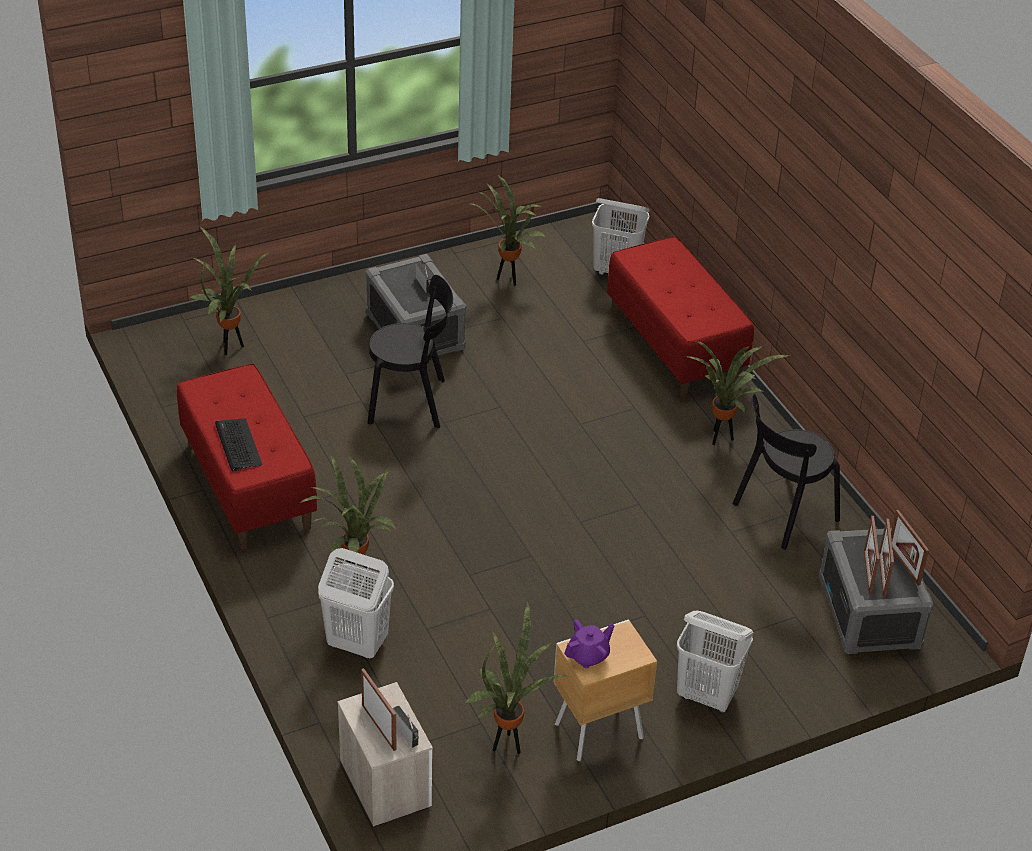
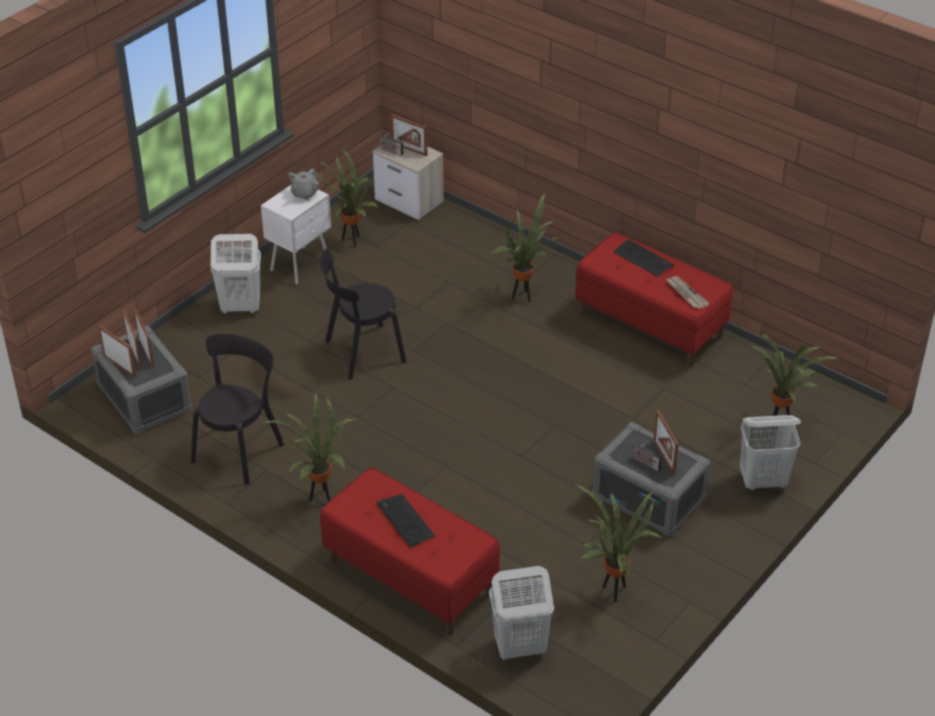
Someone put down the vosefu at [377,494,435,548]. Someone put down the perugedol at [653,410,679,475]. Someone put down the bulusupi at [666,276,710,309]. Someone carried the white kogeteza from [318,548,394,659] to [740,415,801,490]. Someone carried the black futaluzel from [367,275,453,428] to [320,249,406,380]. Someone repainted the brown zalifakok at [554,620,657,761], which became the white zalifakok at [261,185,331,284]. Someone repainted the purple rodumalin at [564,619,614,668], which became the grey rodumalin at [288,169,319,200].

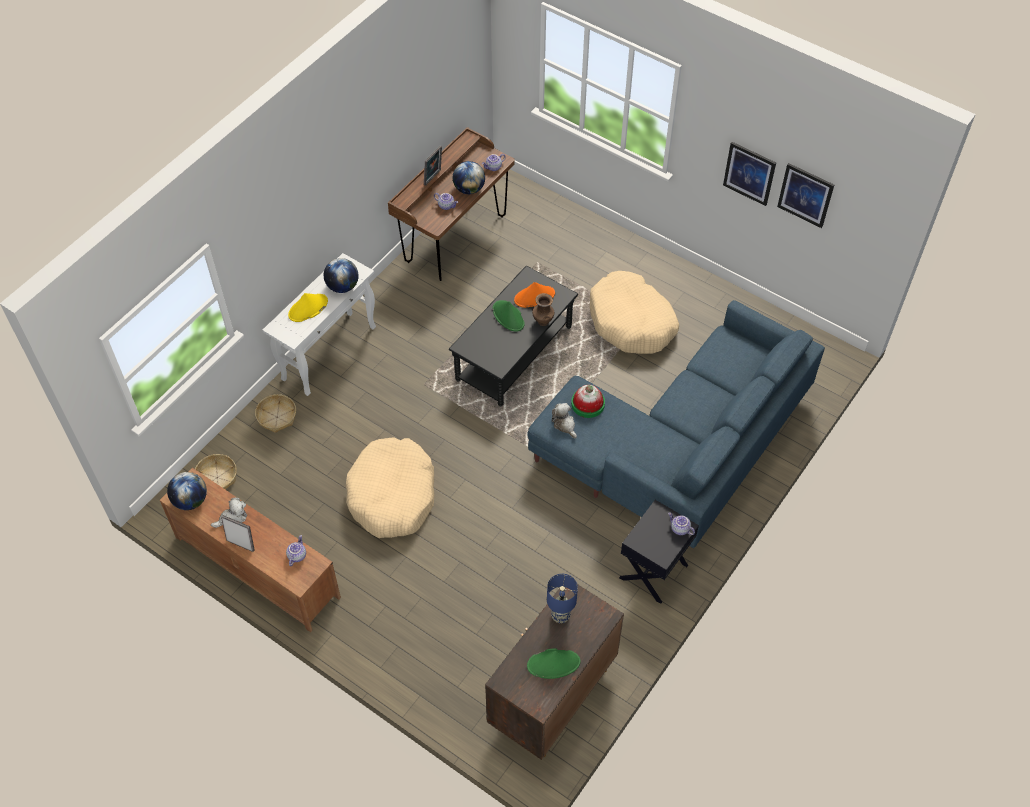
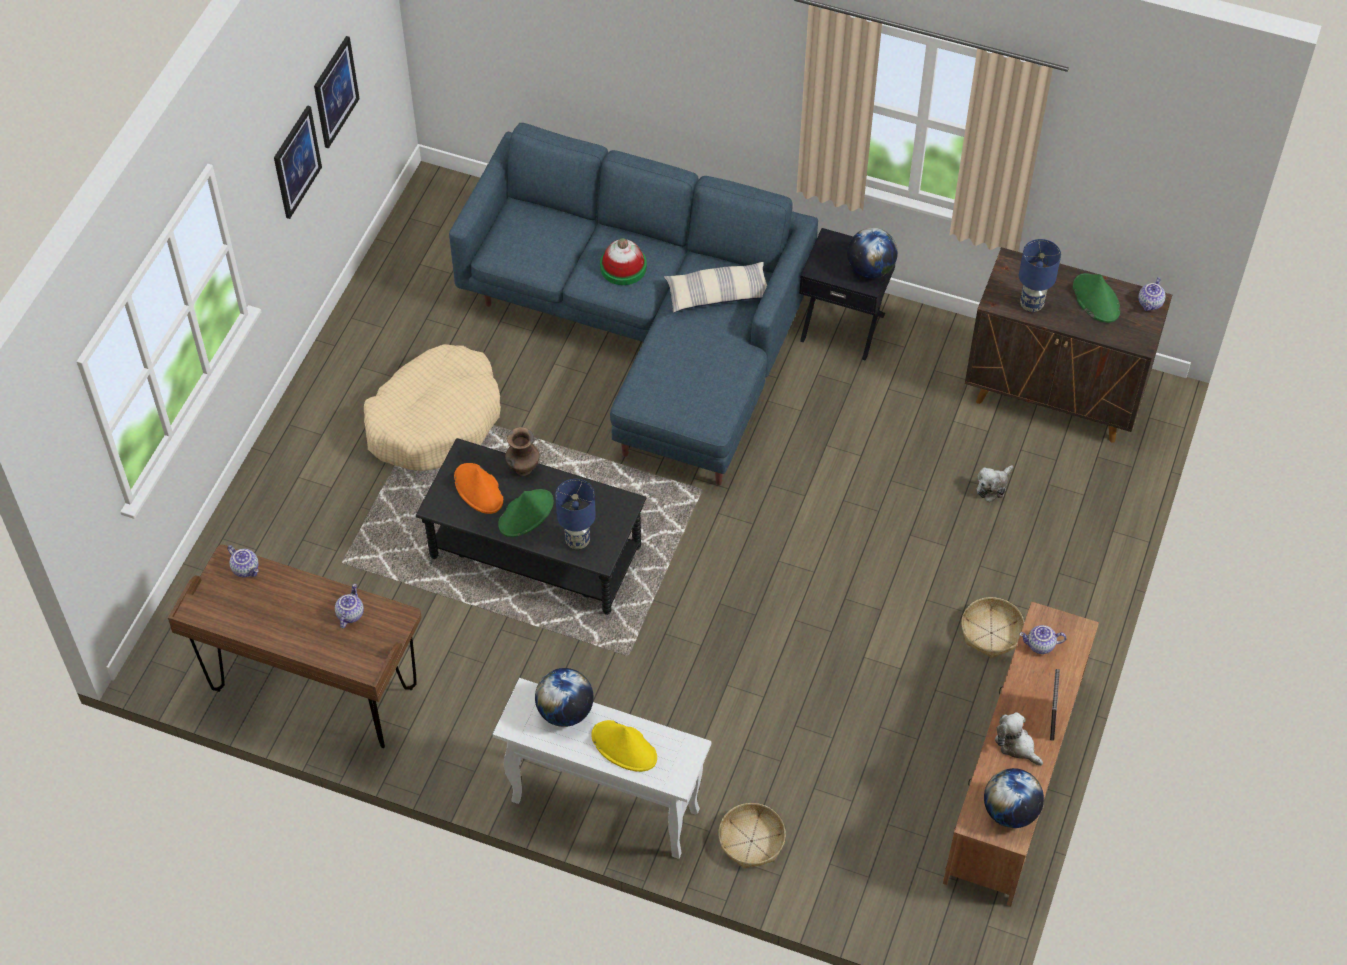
Someone took away the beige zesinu at [346,437,435,538]. Someone took away the perugedol at [424,145,442,186]. Someone put down the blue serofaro at [555,479,596,549]. Someone put down the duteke at [664,262,767,313]. Someone carried the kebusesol from [195,454,237,489] to [961,597,1024,658]. Someone carried the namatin from [453,161,485,194] to [847,228,898,278]. Someone carried the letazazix from [552,403,577,438] to [977,465,1013,502]. Someone carried the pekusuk from [571,385,605,418] to [600,238,647,285]. Someone carried the rodumalin from [668,512,695,535] to [1138,277,1166,311].

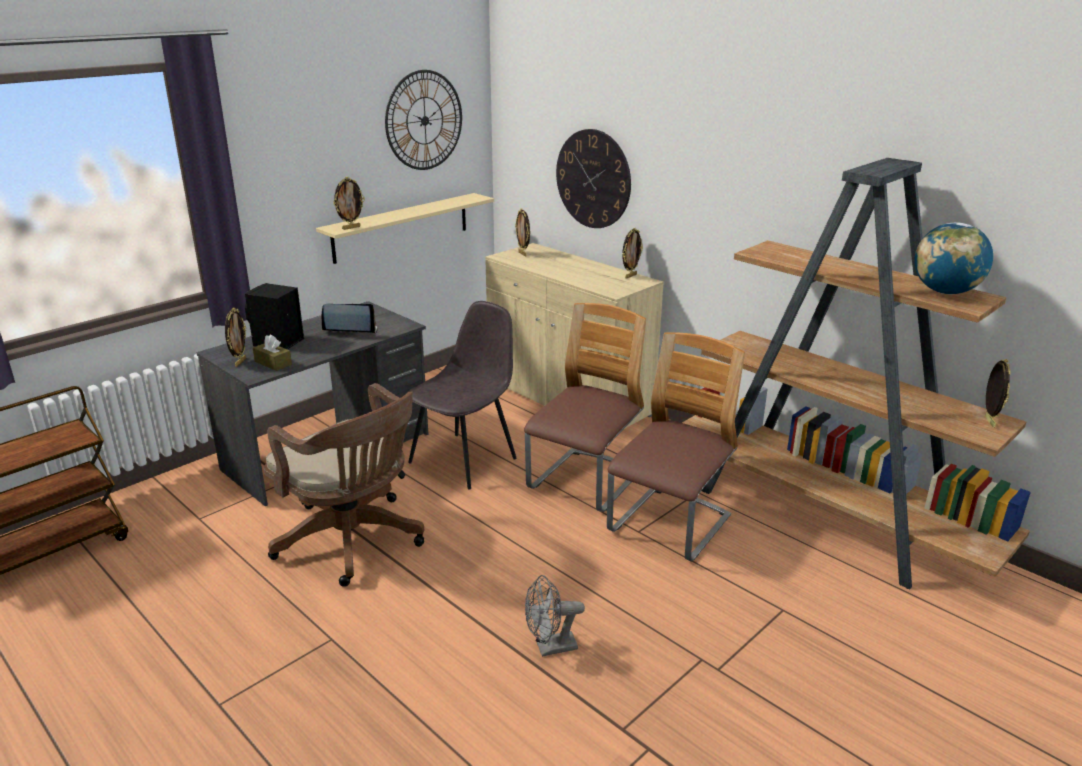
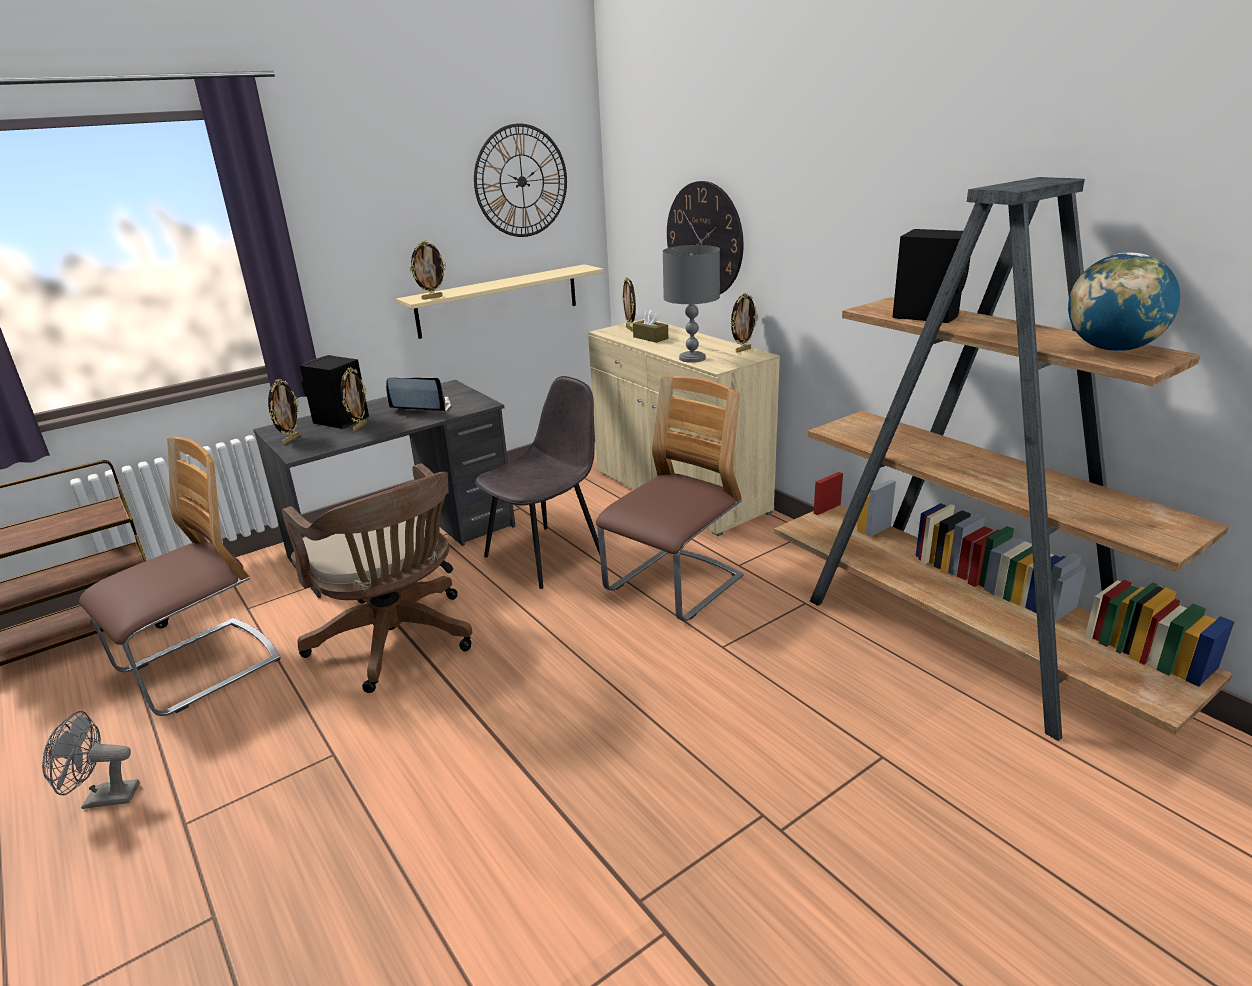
Someone put down the grey serofaro at [663,245,720,363]. Someone put down the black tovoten at [892,229,970,323]. Someone carried the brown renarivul from [253,335,292,371] to [633,310,668,343]. Someone carried the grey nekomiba from [525,575,585,657] to [42,711,140,809]. Someone carried the futaluzel from [607,332,745,562] to [79,437,281,716]. Someone carried the perugedol from [985,359,1011,428] to [341,367,367,431].

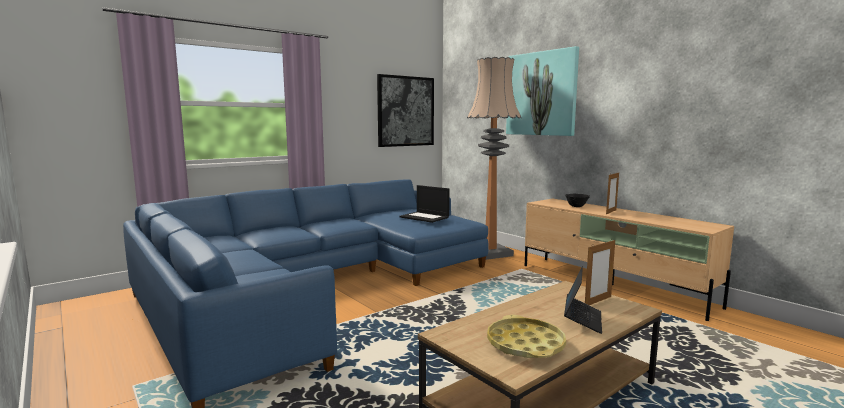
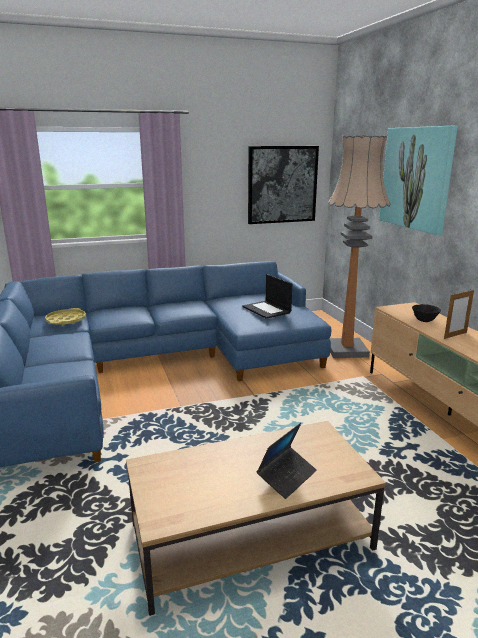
Someone took away the perugedol at [585,239,615,305]. Someone carried the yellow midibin from [487,315,566,358] to [45,308,86,325].

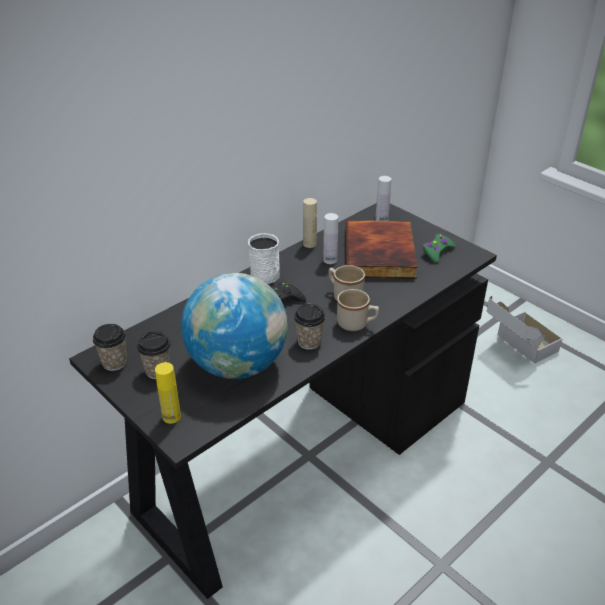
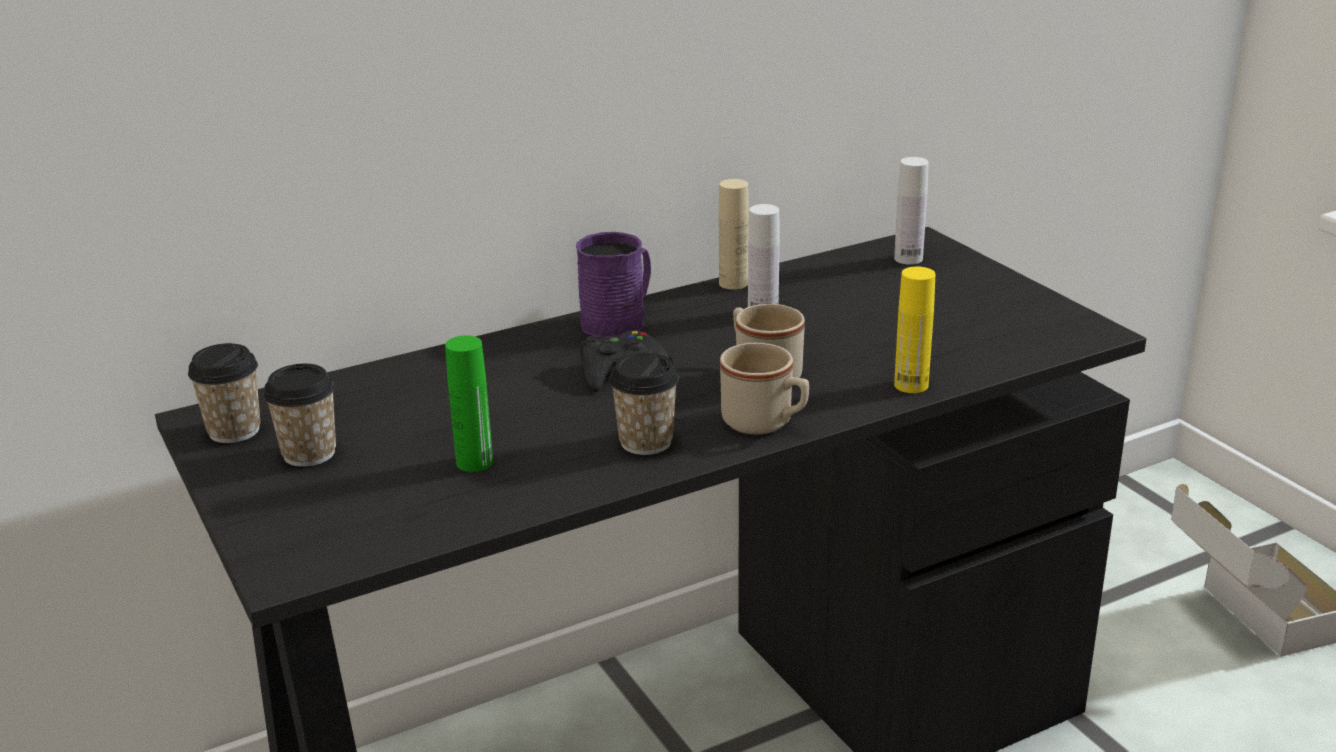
Someone took away the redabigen at [345,220,417,279]. Someone took away the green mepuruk at [422,234,456,263]. Someone carried the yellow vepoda from [155,362,181,424] to [894,266,935,393]. Someone swapped the namatin at [181,273,288,379] for the green vepoda at [445,335,493,472]. Someone repainted the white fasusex at [248,233,280,284], which became the purple fasusex at [576,232,651,338].

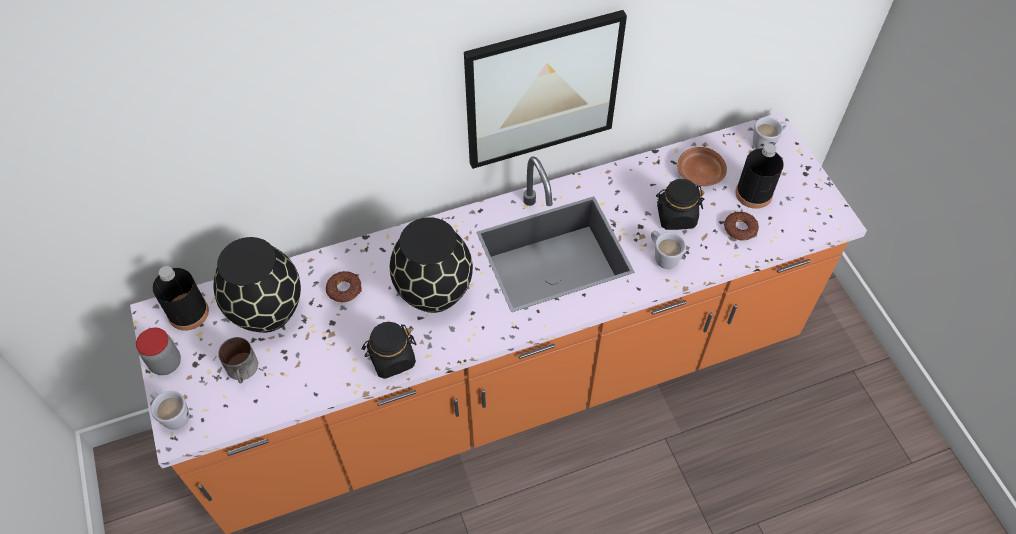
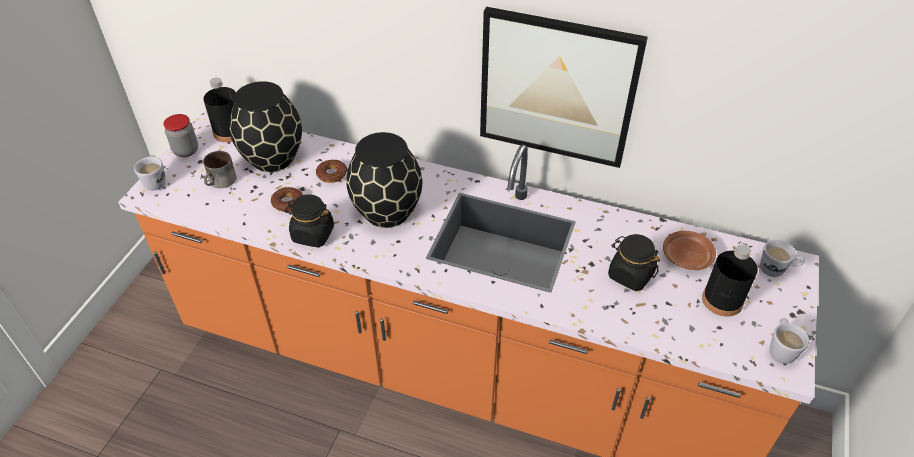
Someone carried the white fasusex from [651,231,686,269] to [770,318,809,364]. Someone carried the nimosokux from [724,212,759,241] to [271,187,303,212].

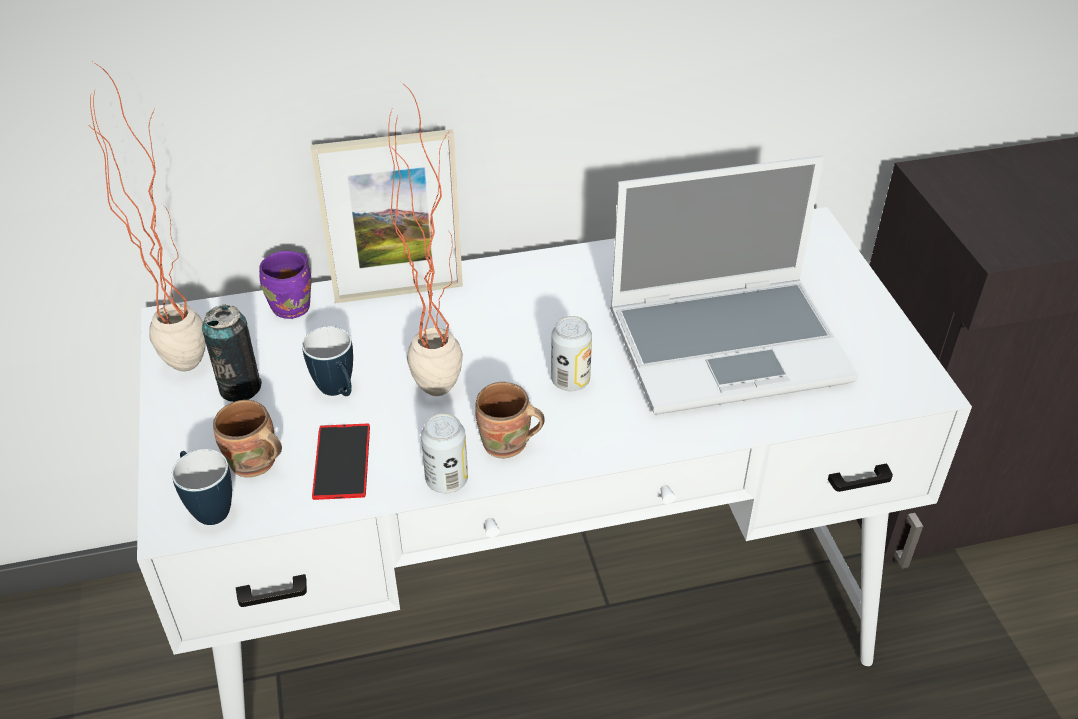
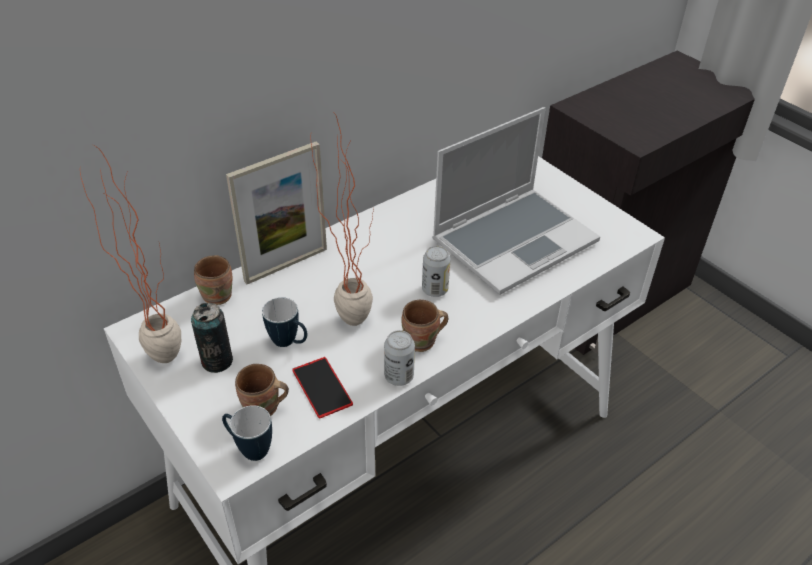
Someone repainted the purple fasusex at [259,251,312,319], which became the brown fasusex at [194,255,232,305].

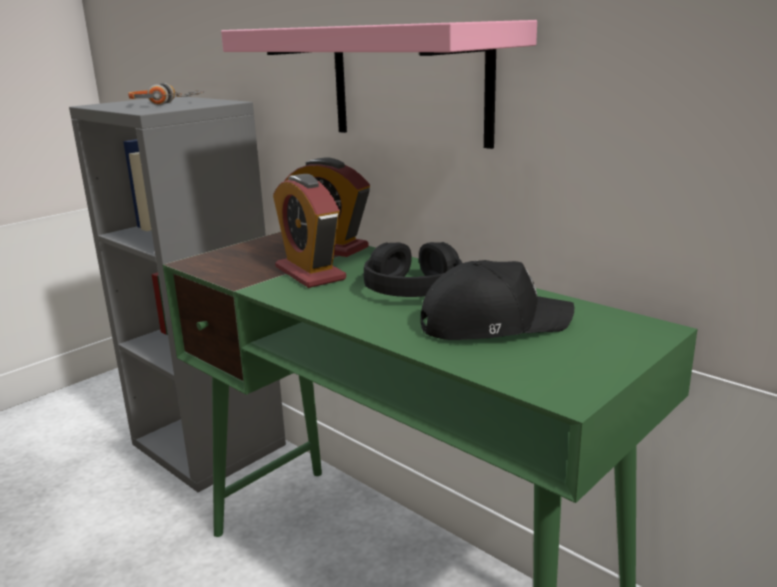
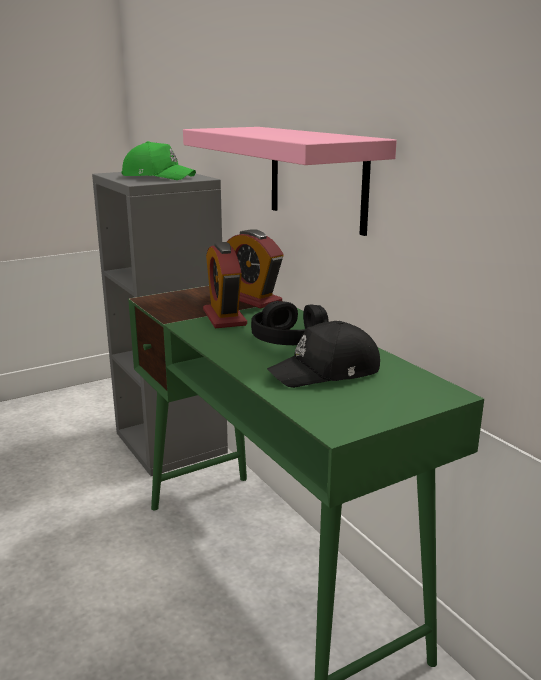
Someone swapped the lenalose at [128,83,205,105] for the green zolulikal at [122,141,196,180]. Someone rotated the black zolulikal at [421,260,574,340] by 150 degrees clockwise.

